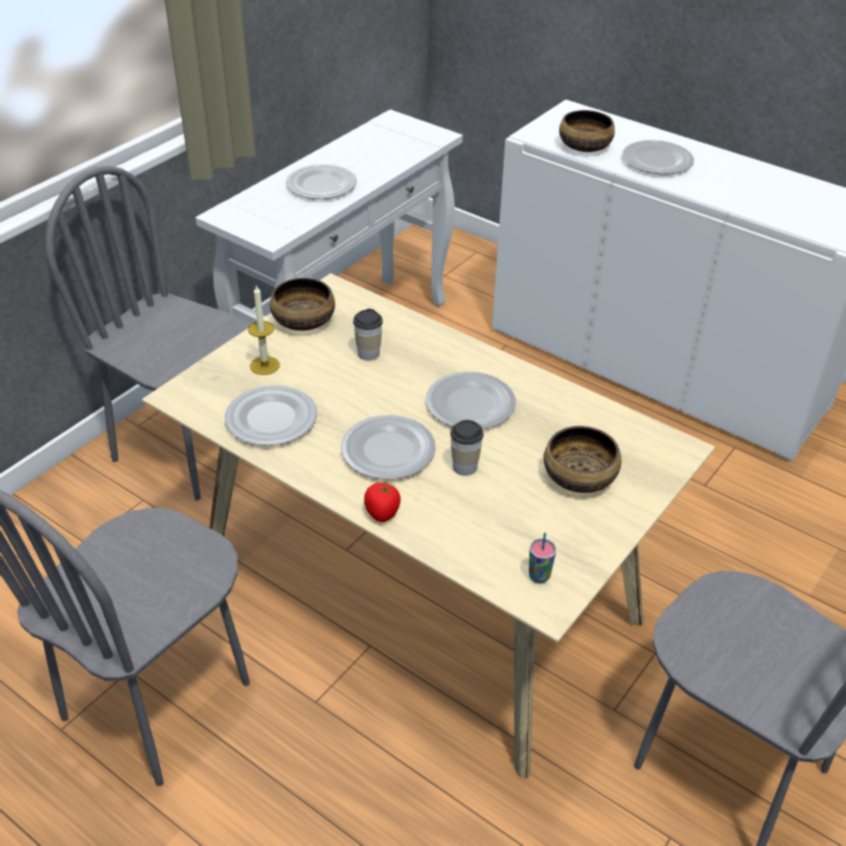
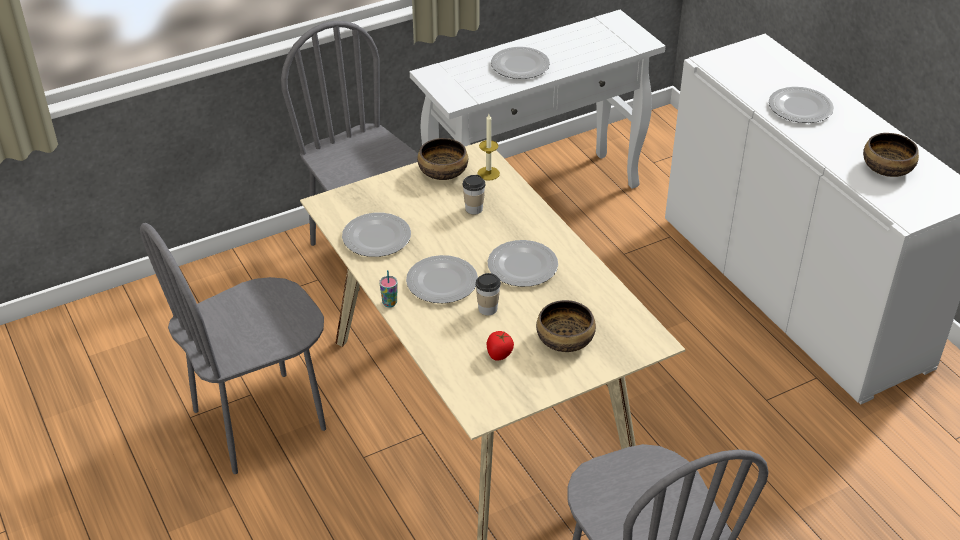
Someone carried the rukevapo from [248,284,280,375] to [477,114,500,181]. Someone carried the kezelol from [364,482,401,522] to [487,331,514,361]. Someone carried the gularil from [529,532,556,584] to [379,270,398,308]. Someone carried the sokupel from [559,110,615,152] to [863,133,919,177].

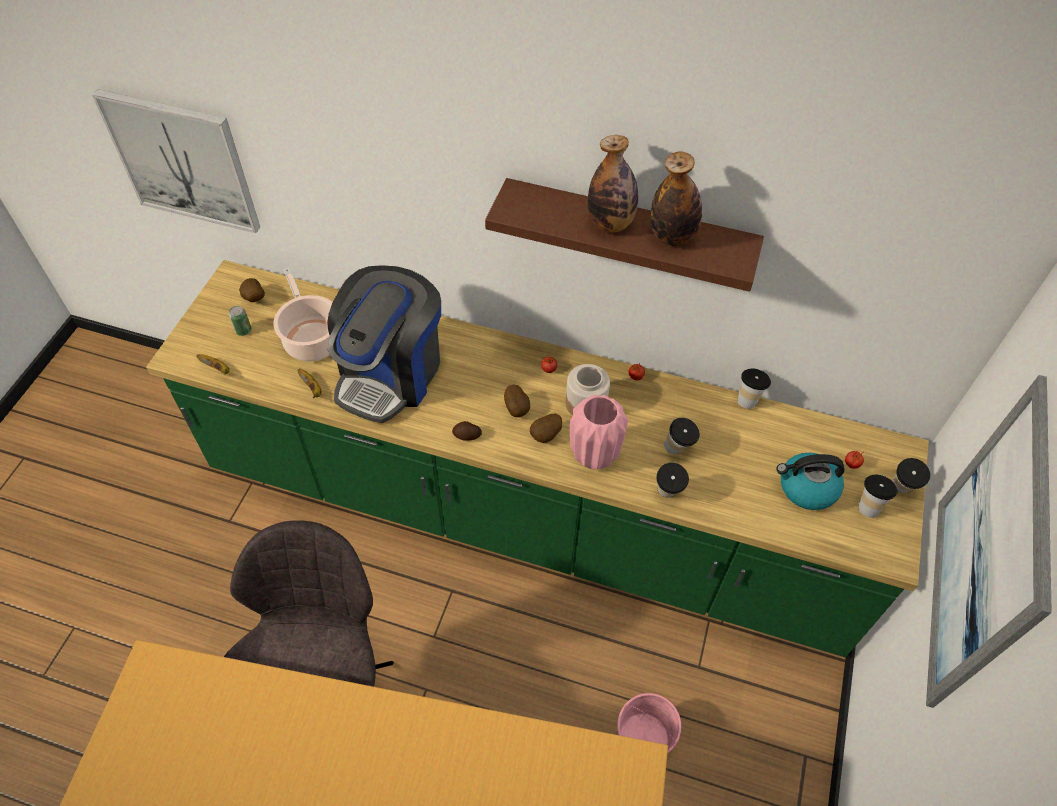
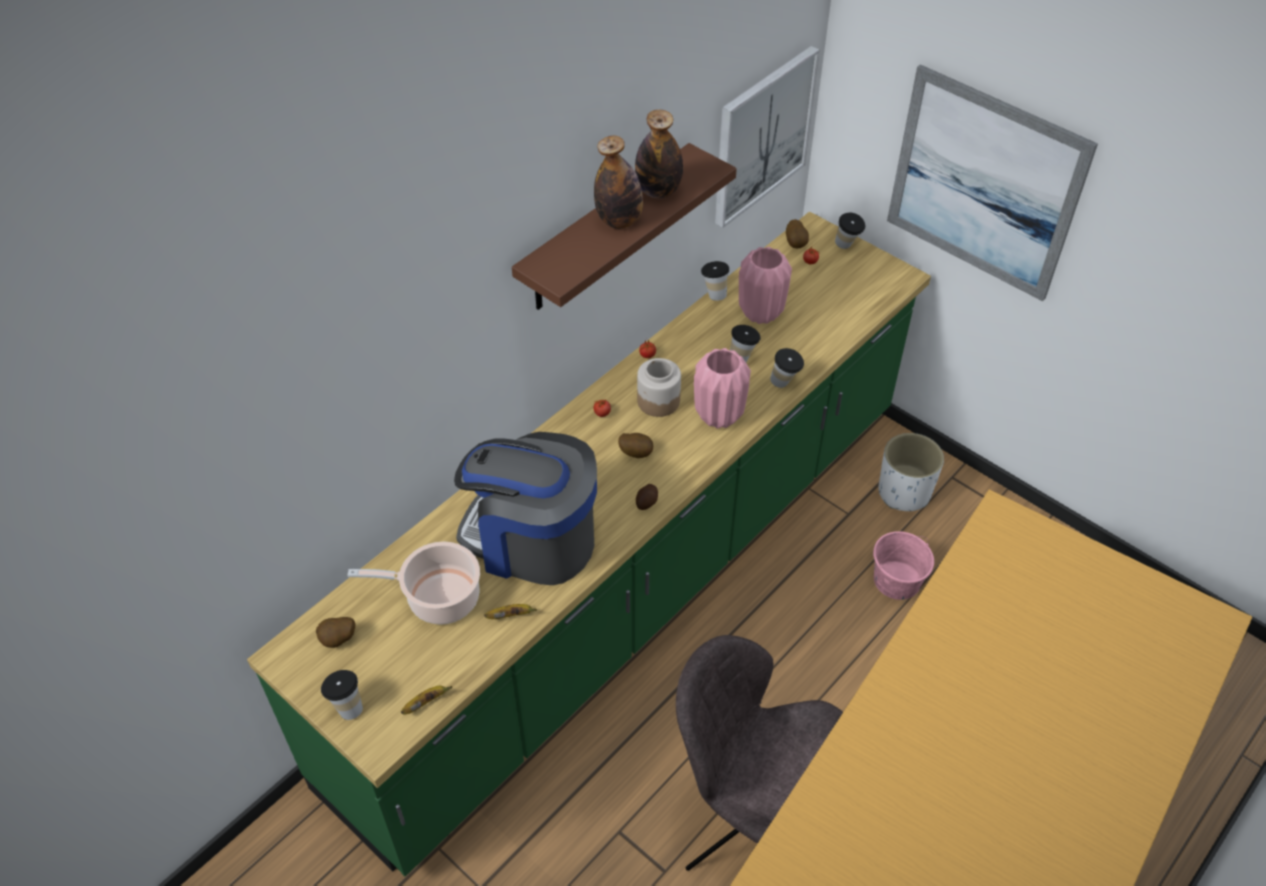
Someone took away the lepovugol at [229,306,252,336]. Someone took away the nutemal at [776,453,845,510]. Someone put down the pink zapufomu at [739,247,792,324]. Someone put down the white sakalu at [878,433,944,511]. Someone carried the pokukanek from [92,89,260,233] to [715,46,820,228]. Someone carried the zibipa from [530,414,562,443] to [786,219,809,248]. Someone carried the gularil from [858,475,897,518] to [321,670,363,720]. Someone rotated the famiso at [327,265,441,423] by 150 degrees clockwise.

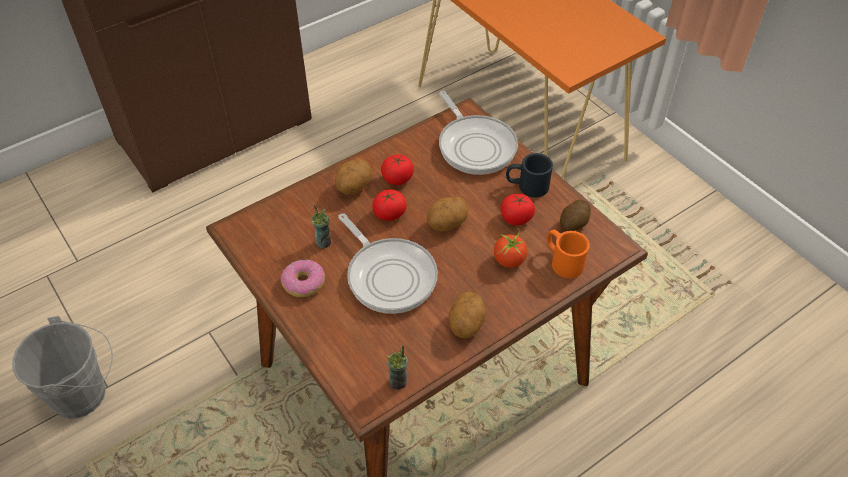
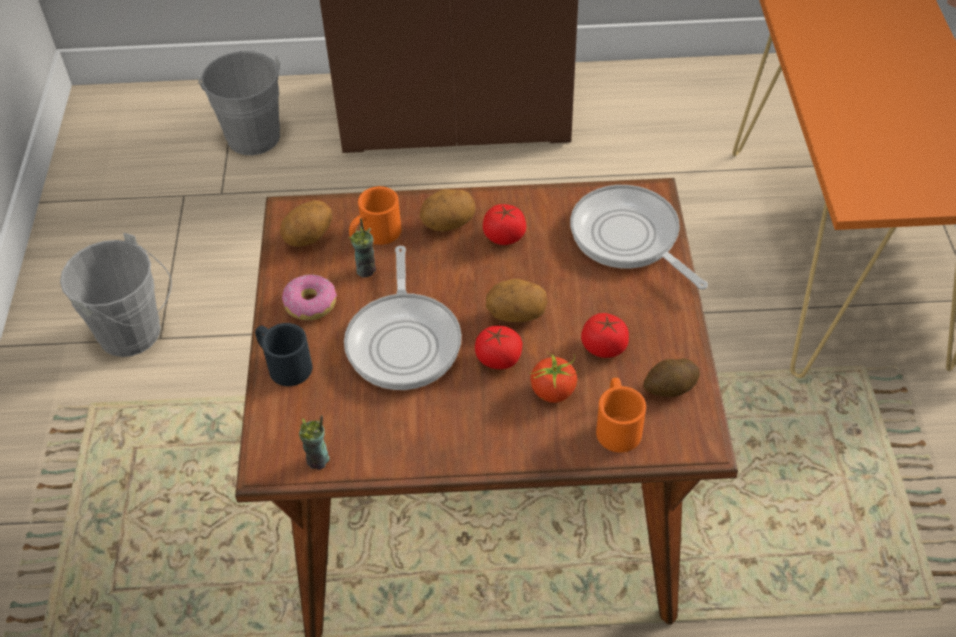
Someone put down the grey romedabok at [197,51,280,155]. Someone put down the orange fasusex at [349,186,401,245]. Someone carried the kezelol from [372,189,407,221] to [475,326,522,369]. Someone carried the zibipa from [449,291,486,338] to [280,200,332,247]. Someone carried the black fasusex from [506,153,553,197] to [255,323,312,386]. Someone rotated the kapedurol at [439,91,518,175] by 135 degrees clockwise.

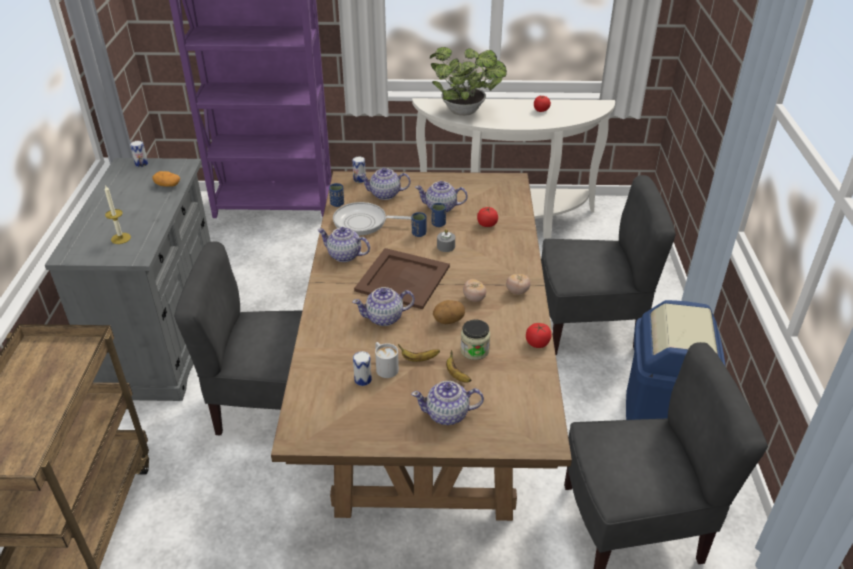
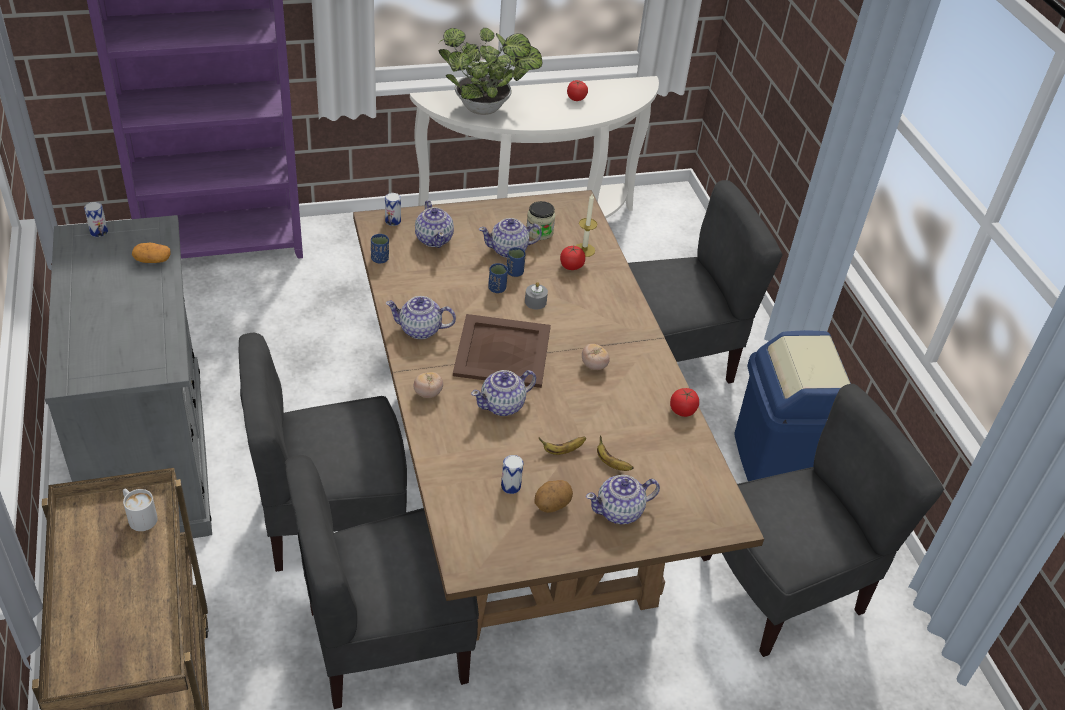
Someone took away the kapedurol at [333,202,412,236]. Someone put down the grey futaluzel at [285,455,479,709]. Someone carried the rukevapo from [104,185,131,244] to [576,194,597,257]. Someone carried the white fasusex from [375,342,399,378] to [123,488,158,531]. Someone carried the zibipa from [433,300,465,324] to [535,480,573,513]. Someone carried the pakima from [460,320,490,360] to [527,201,555,240]. Someone carried the kezelol from [506,274,531,294] to [414,372,443,398]. Someone rotated the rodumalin at [359,168,411,200] by 90 degrees counterclockwise.

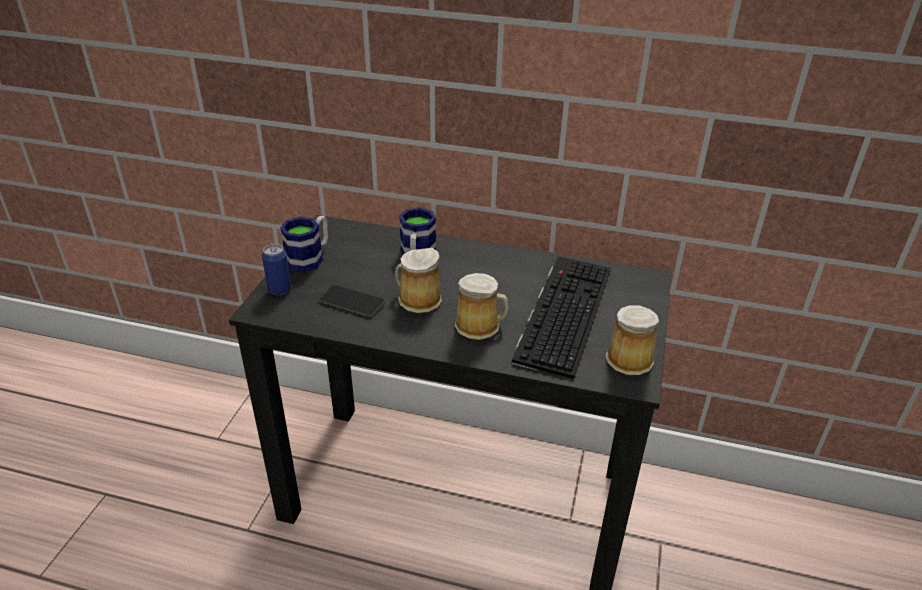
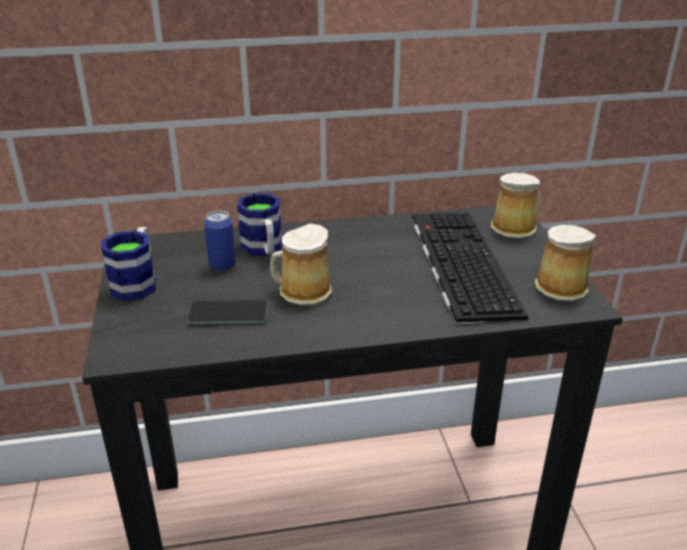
Someone carried the lepovugol from [262,244,291,295] to [204,210,236,272]. Someone carried the fasusex from [455,273,508,340] to [491,173,541,239].

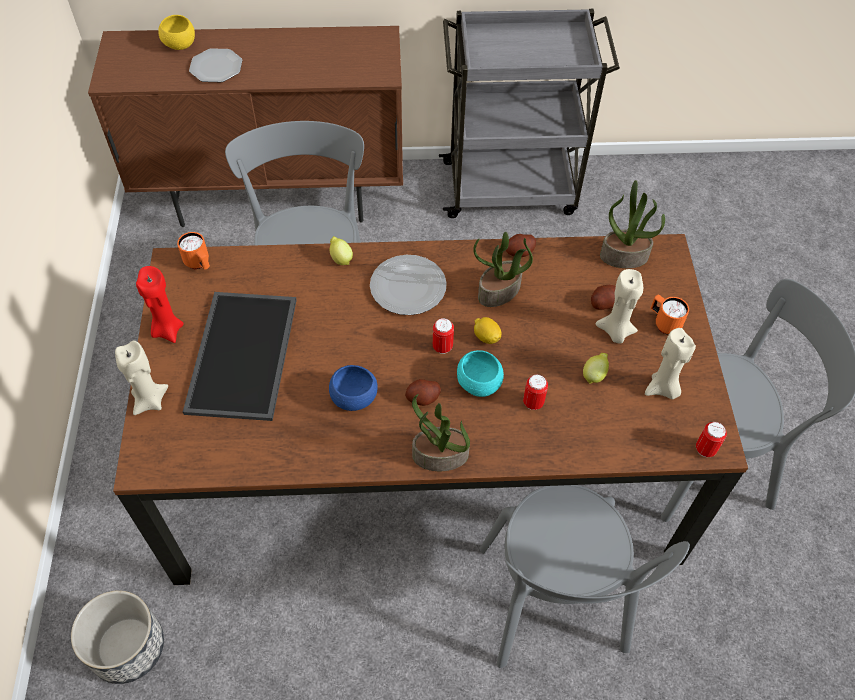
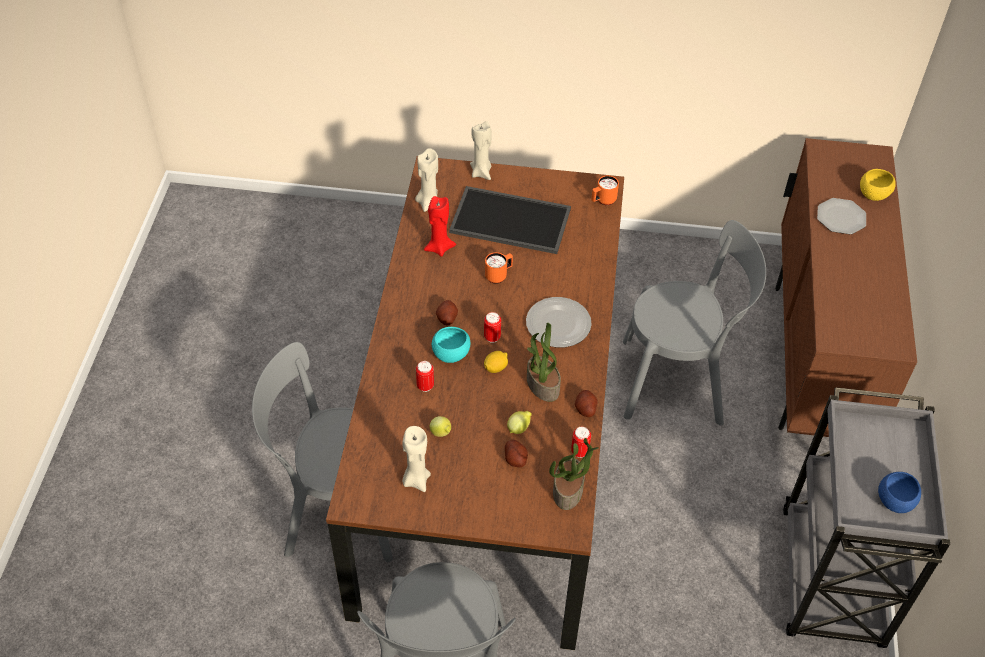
Someone took away the sakalu at [71,590,164,684]. Someone took away the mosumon at [412,394,470,471]. Someone carried the red rukevapo from [136,266,184,343] to [424,196,456,257]. Someone carried the blue sokupel from [329,365,378,411] to [878,472,921,513]. Someone carried the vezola from [330,236,353,265] to [507,411,532,434]. Someone carried the beige rukevapo from [596,269,643,344] to [415,148,438,212]. Someone carried the orange fasusex from [650,295,689,335] to [485,252,513,284]. Someone carried the lepovugol from [696,422,727,457] to [571,427,591,458].

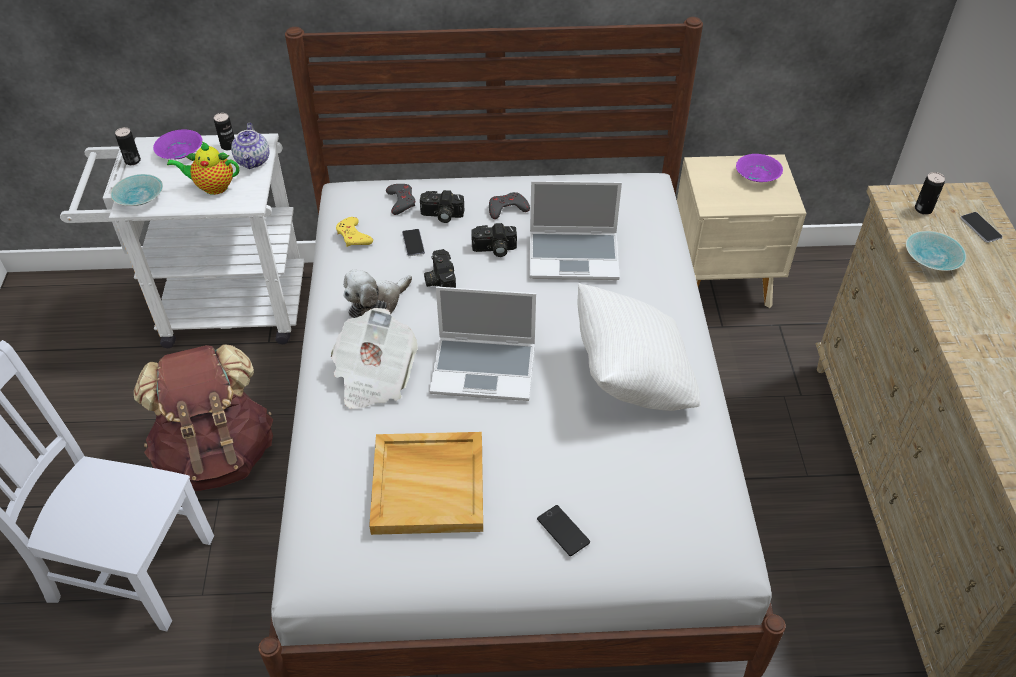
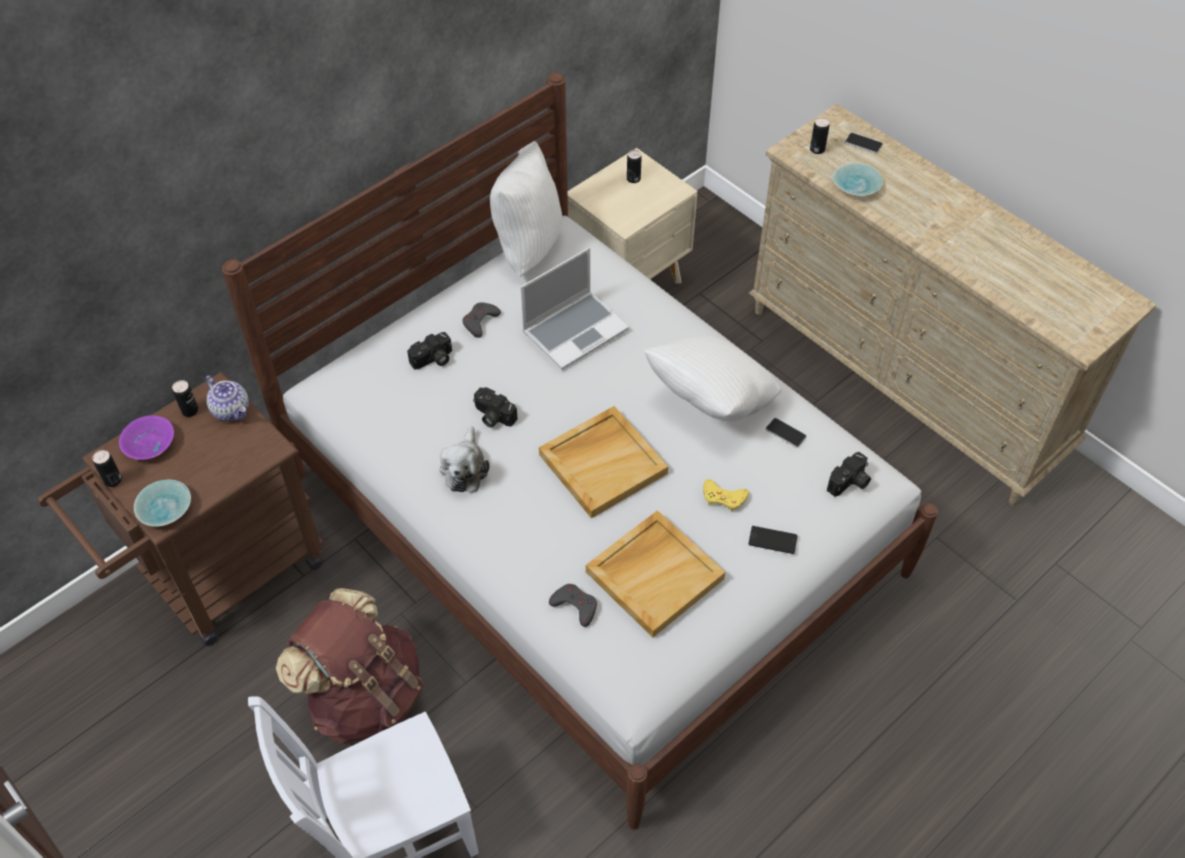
Someone took away the rodumalin at [167,142,239,195]. Someone took away the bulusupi at [331,308,418,409]. Someone put down the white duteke at [490,141,562,277]. Someone carried the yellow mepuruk from [336,217,373,247] to [703,479,749,512]. Someone carried the grey mepuruk from [386,184,415,215] to [549,584,597,627]. Someone carried the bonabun from [402,229,425,256] to [766,418,806,448]. Someone carried the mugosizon from [471,223,517,257] to [827,452,871,497]. Someone swapped the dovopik at [430,287,536,401] for the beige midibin at [539,406,668,518]. Someone swapped the purple sokupel at [736,154,783,182] for the lepovugol at [627,150,642,183]. Someone repainted the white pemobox at [60,133,305,348], which became the brown pemobox at [38,372,324,646].

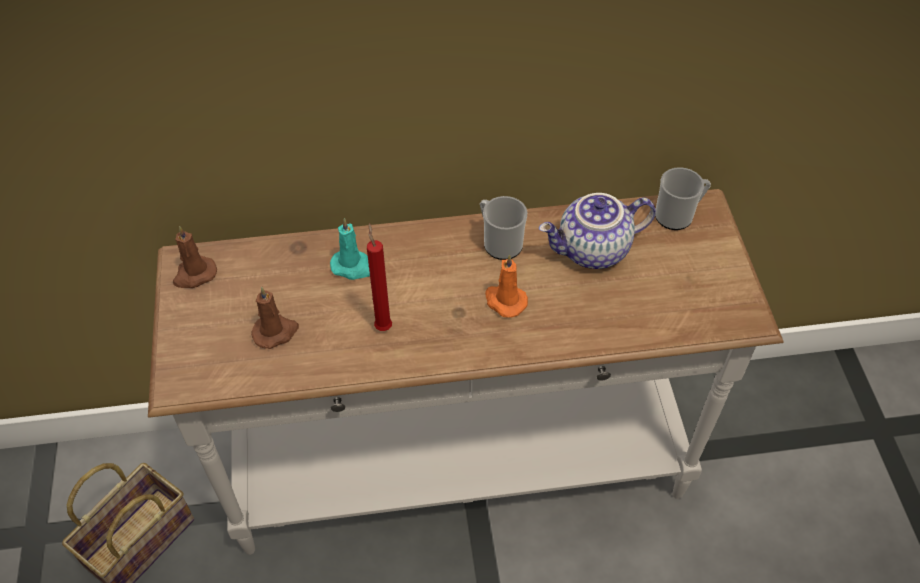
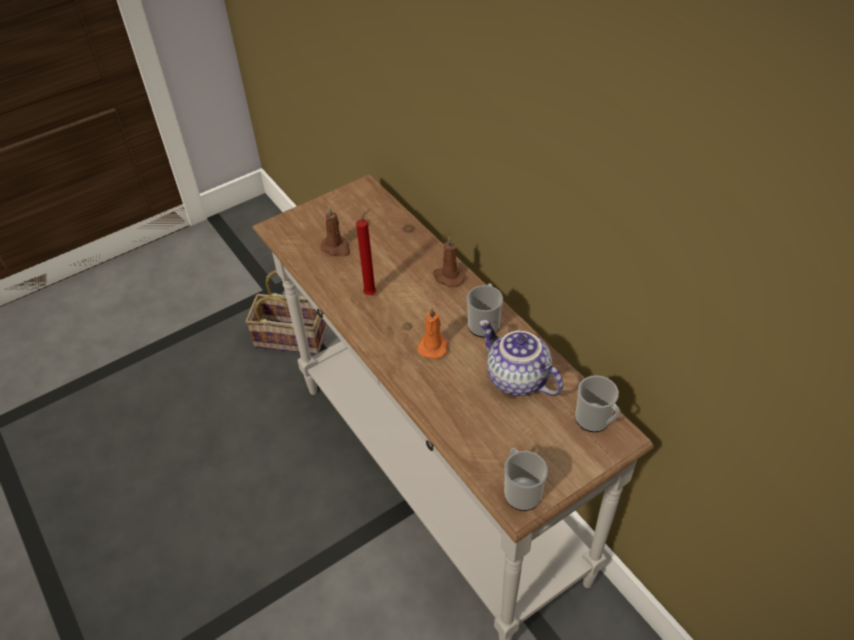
Someone took away the turquoise rukevapo at [330,218,370,280]. Someone put down the fasusex at [504,448,548,511]. Someone carried the brown rukevapo from [173,226,217,288] to [433,237,466,287].

